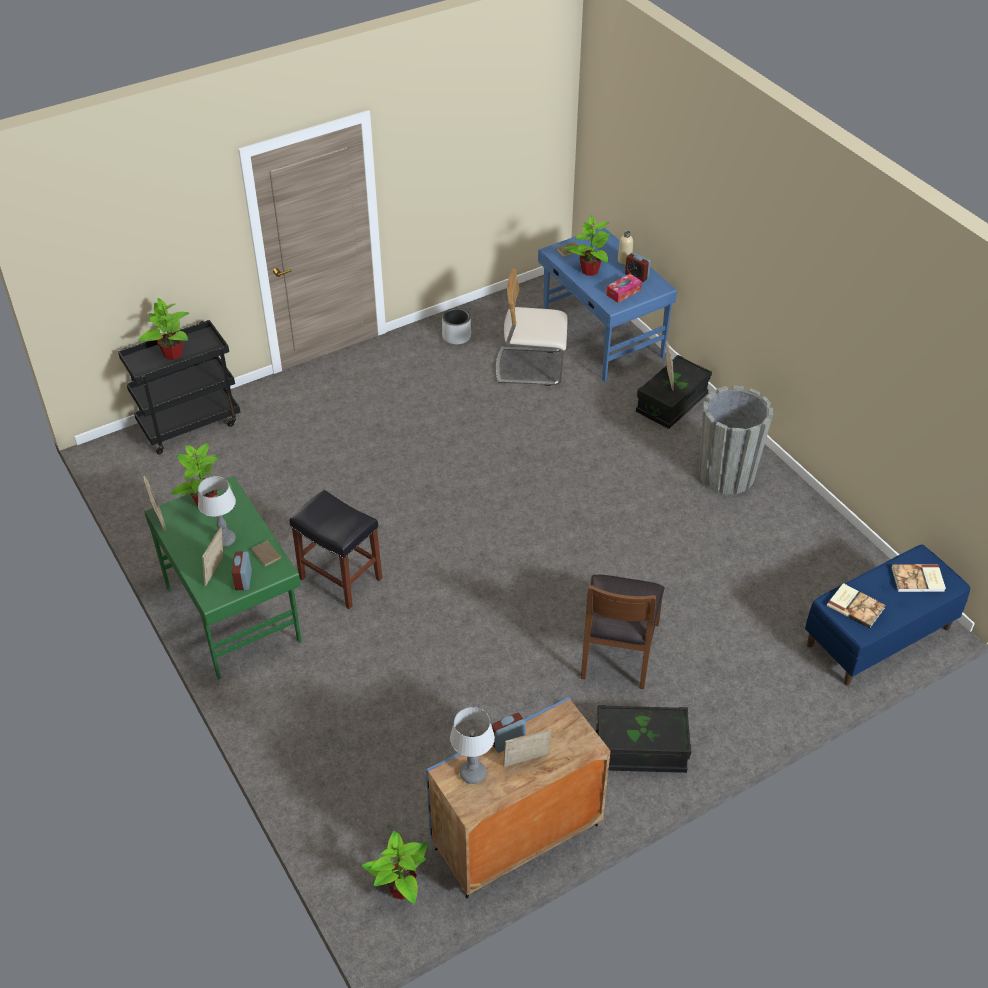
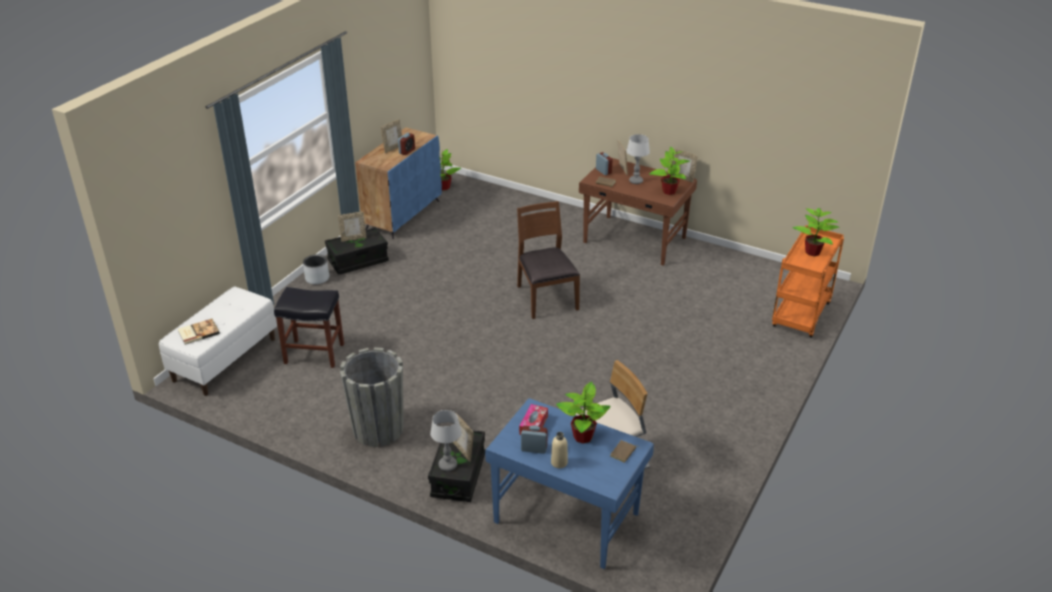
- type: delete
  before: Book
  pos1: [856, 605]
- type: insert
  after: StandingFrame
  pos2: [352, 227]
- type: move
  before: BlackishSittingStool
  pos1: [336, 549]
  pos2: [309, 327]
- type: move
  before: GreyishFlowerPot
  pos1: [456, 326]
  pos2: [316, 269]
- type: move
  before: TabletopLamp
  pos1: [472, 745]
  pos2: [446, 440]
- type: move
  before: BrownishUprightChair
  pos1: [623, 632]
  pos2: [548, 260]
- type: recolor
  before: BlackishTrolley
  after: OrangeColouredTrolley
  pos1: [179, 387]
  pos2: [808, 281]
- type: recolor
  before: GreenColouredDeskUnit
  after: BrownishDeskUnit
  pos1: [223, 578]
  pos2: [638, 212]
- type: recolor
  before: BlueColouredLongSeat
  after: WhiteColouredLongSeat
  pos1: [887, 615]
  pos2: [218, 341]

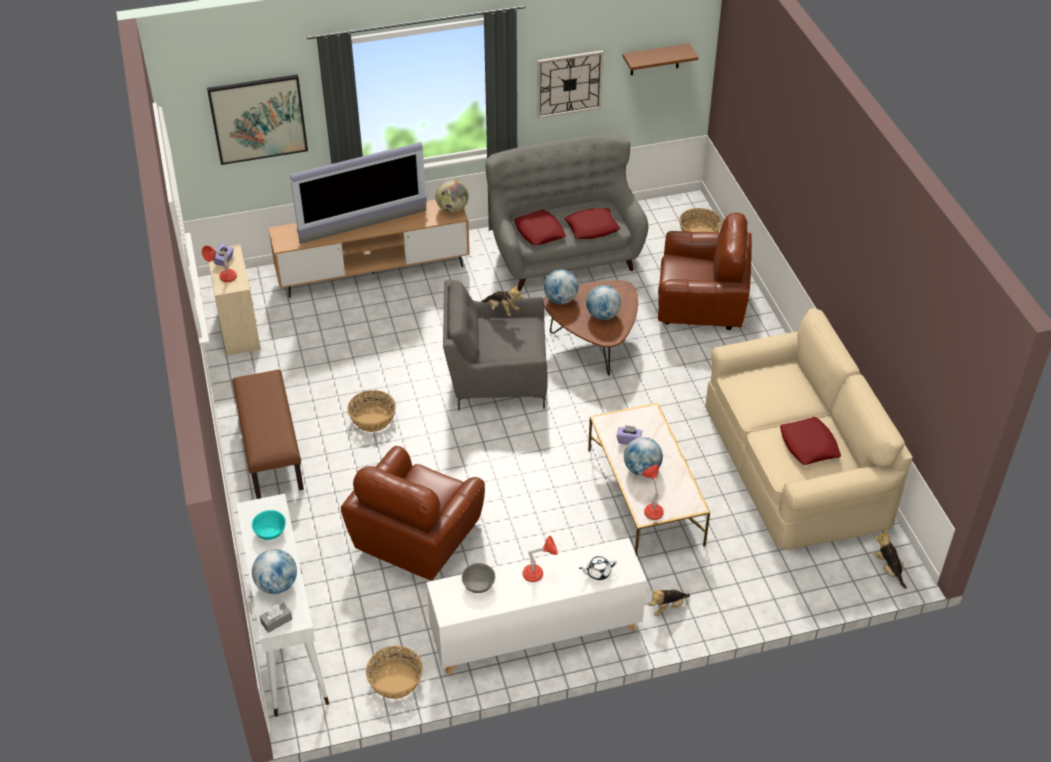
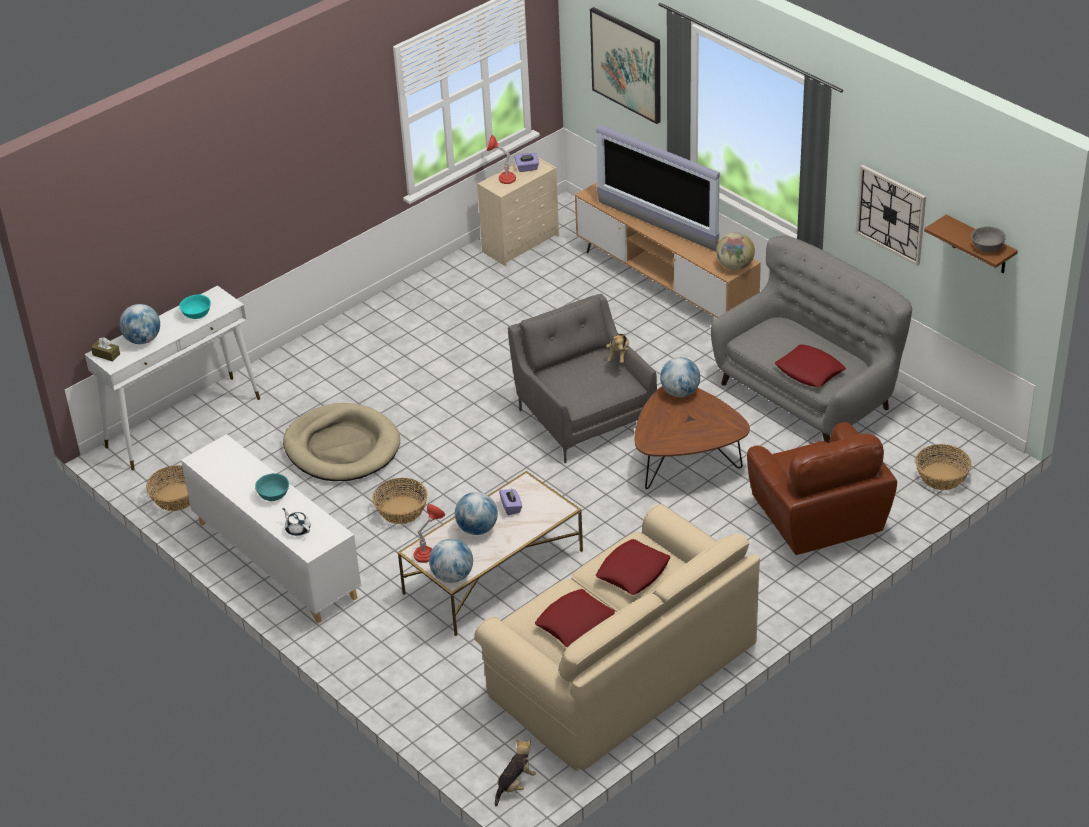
- type: delete
  before: BrownishLongSeat
  pos1: [268, 434]
- type: delete
  before: CuddlyToy
  pos1: [669, 603]
- type: move
  before: Basket
  pos1: [371, 411]
  pos2: [399, 501]
- type: move
  before: GreyishServingBowl
  pos1: [478, 578]
  pos2: [988, 239]
- type: move
  before: ReddishPillow
  pos1: [540, 228]
  pos2: [633, 567]
- type: move
  before: Globe
  pos1: [603, 302]
  pos2: [451, 561]
- type: replace
  before: BrownishArmchair
  after: BeigePetBed
  pos1: [413, 513]
  pos2: [341, 442]
- type: replace
  before: ReddishTabletopLamp
  after: BlueGreenServingBowl
  pos1: [540, 559]
  pos2: [272, 487]
- type: recolor
  before: GreyishTissueHolder
  after: BrownishTissueHolder
  pos1: [276, 618]
  pos2: [105, 349]

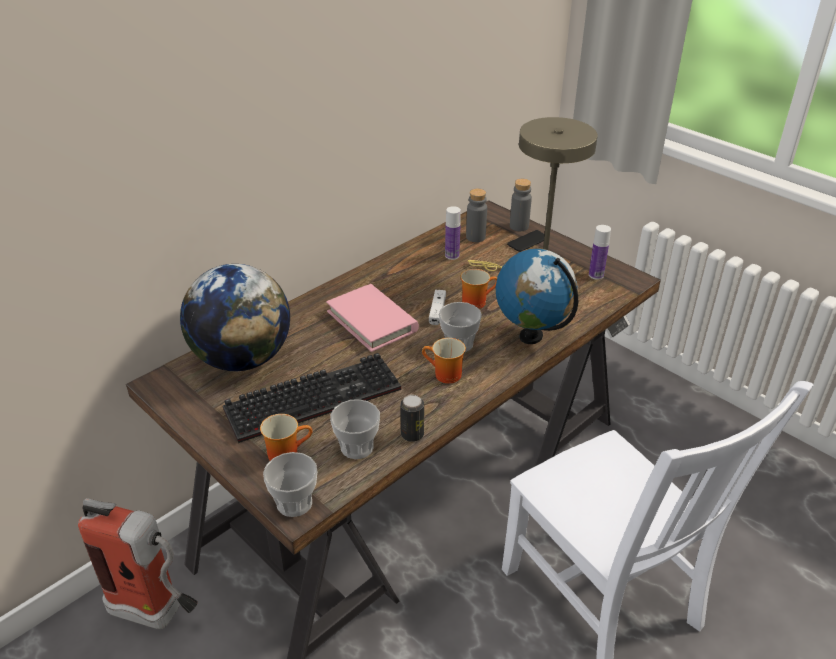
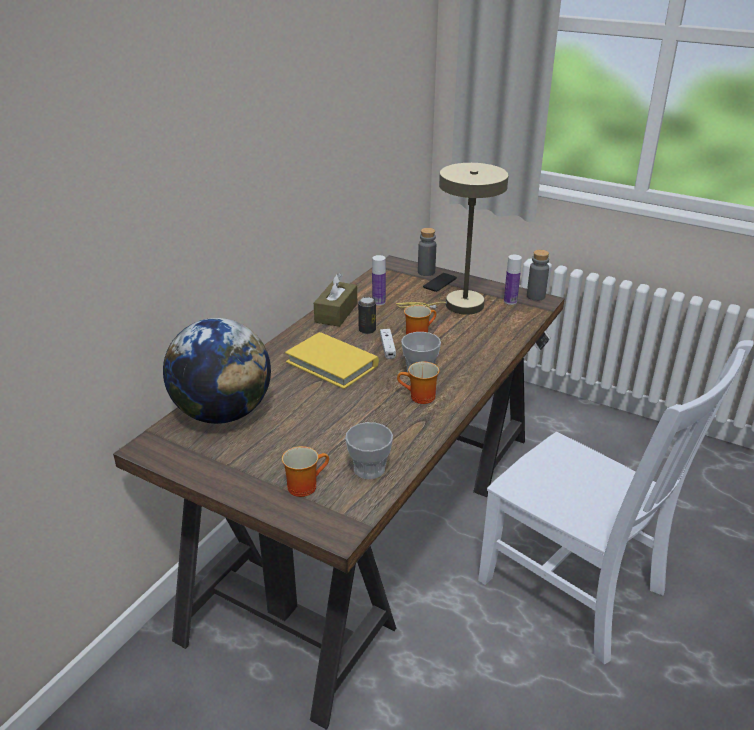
- type: delete
  before: Extinguisher
  pos1: [138, 563]
- type: delete
  before: ComputerKeyboard
  pos1: [312, 398]
- type: delete
  before: Cup
  pos1: [290, 484]
- type: delete
  before: Globe
  pos1: [537, 296]
- type: insert
  after: BrownishTissueHolder
  pos2: [335, 300]
- type: move
  before: Can
  pos1: [412, 418]
  pos2: [367, 315]
- type: move
  before: GreyishDrinkBottle
  pos1: [476, 215]
  pos2: [538, 275]
- type: recolor
  before: PinkishBook
  after: YellowBook
  pos1: [372, 318]
  pos2: [332, 360]

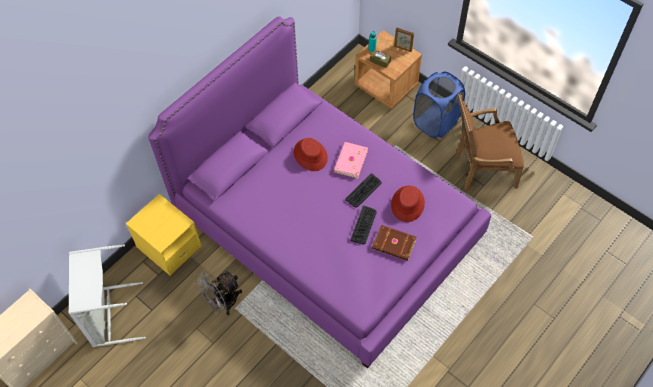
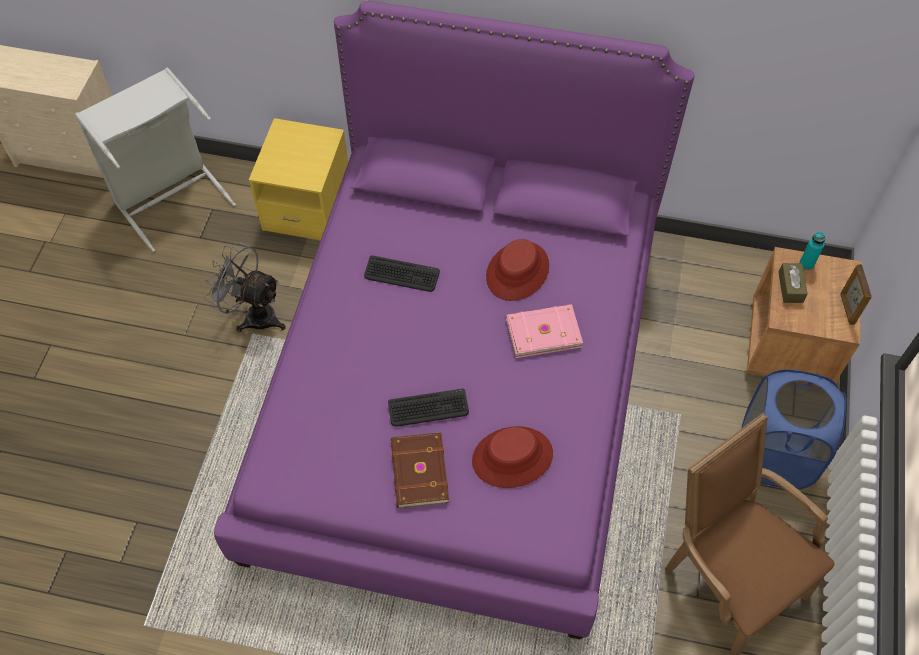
- type: move
  before: ComputerKeyboard
  pos1: [363, 190]
  pos2: [402, 273]

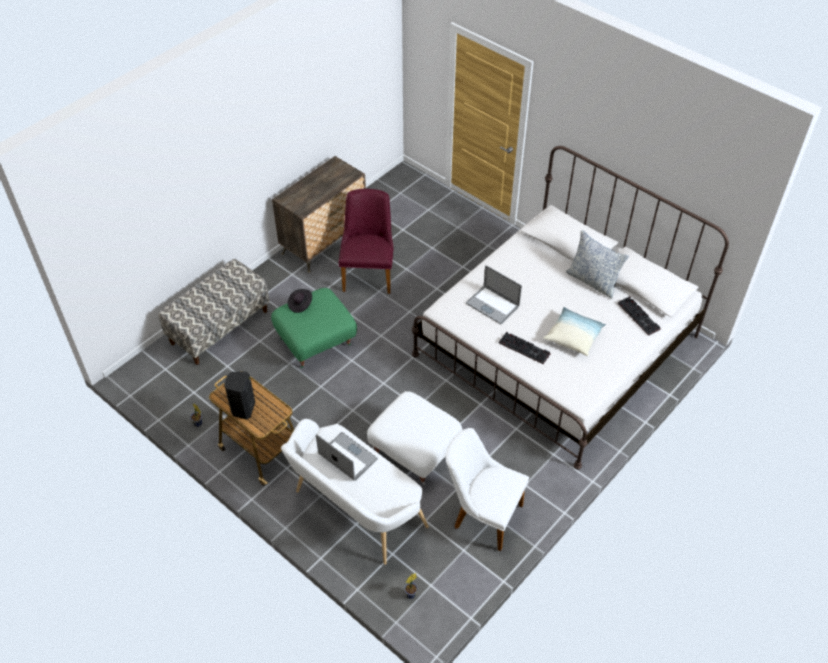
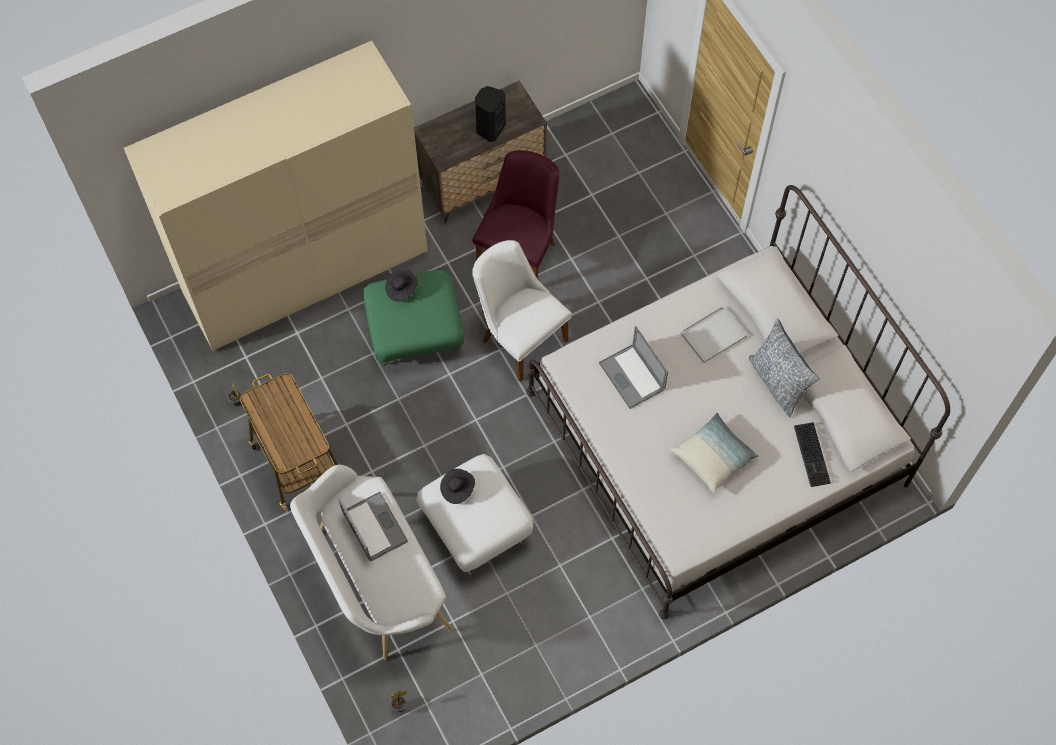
- type: delete
  before: ComputerKeyboard
  pos1: [525, 348]
- type: insert
  after: BlackishClothingHat
  pos2: [457, 486]
- type: insert
  after: WhiteColouredServingTray
  pos2: [713, 334]
- type: move
  before: BlackishLoudspeaker
  pos1: [239, 395]
  pos2: [490, 114]
- type: move
  before: WhiteColouredUprightChair
  pos1: [487, 489]
  pos2: [522, 311]
- type: replace
  before: LongSeat
  after: BeigeWardrobe
  pos1: [213, 312]
  pos2: [276, 196]

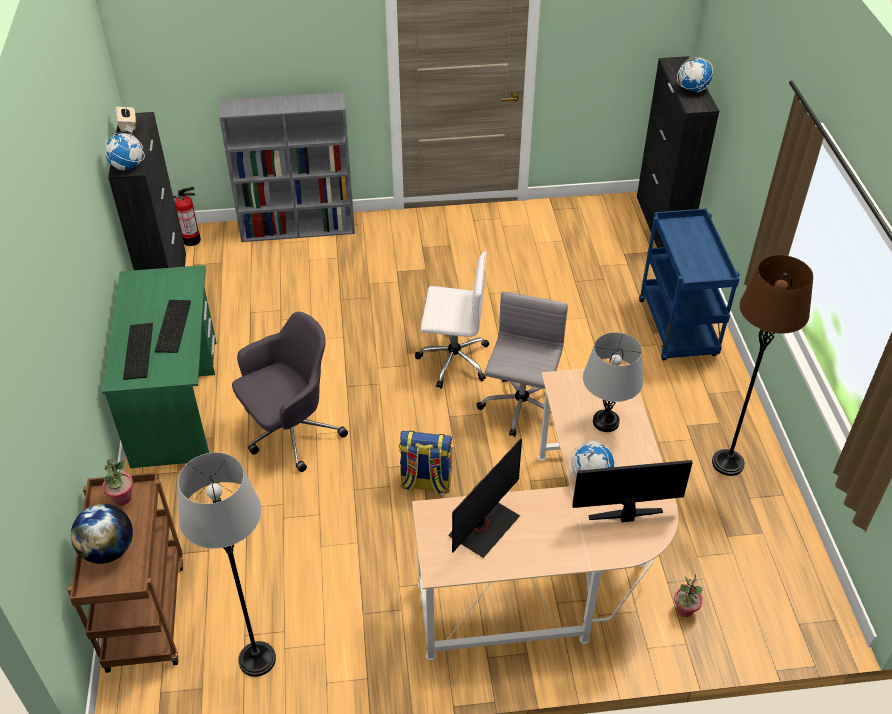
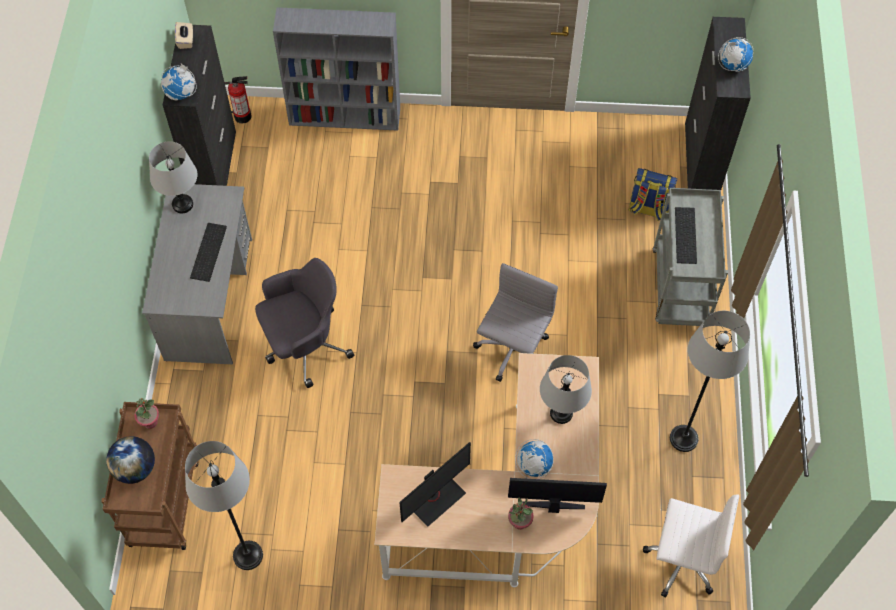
- type: insert
  after: GreyishTabletopLamp
  pos2: [173, 177]
- type: move
  before: ComputerKeyboard
  pos1: [138, 351]
  pos2: [686, 235]
- type: move
  before: Knapsack
  pos1: [425, 463]
  pos2: [653, 194]
- type: move
  before: WhiteColouredDeskChair
  pos1: [452, 320]
  pos2: [691, 546]
- type: move
  before: PottedPlant
  pos1: [688, 595]
  pos2: [521, 513]
- type: recolor
  before: GreenColouredDeskUnit
  after: GreyishDeskUnit
  pos1: [159, 366]
  pos2: [197, 274]
- type: recolor
  before: BlueColouredTrolley
  after: GreyishTrolley
  pos1: [689, 284]
  pos2: [690, 257]
- type: recolor
  before: BrownishStandardLamp
  after: GreyishStandardLamp
  pos1: [762, 365]
  pos2: [710, 381]

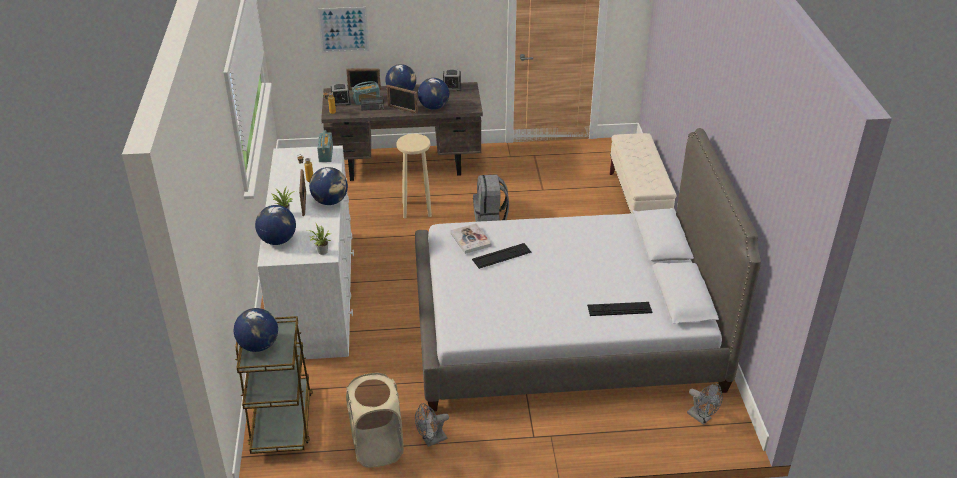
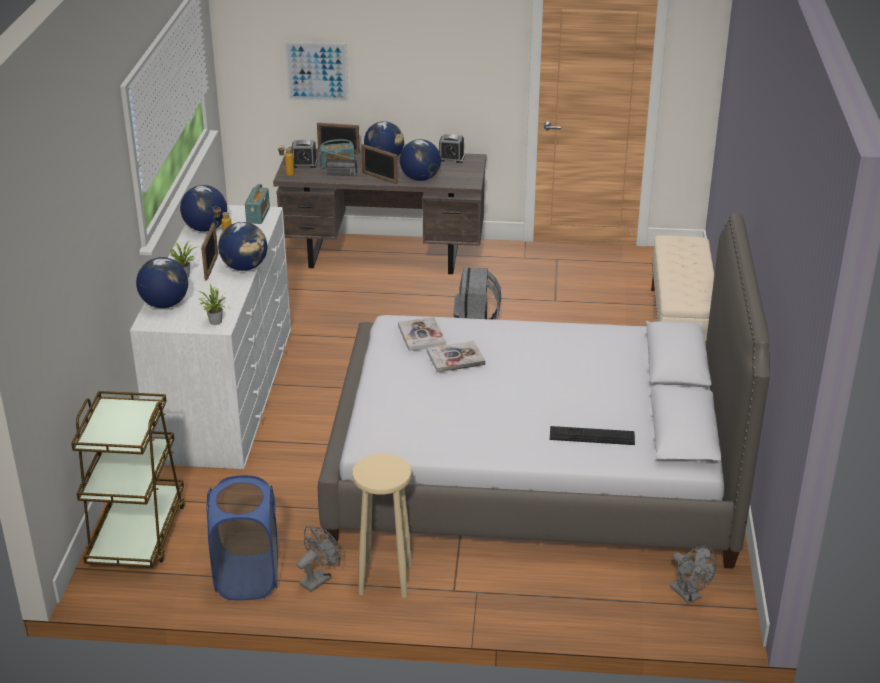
- type: move
  before: Globe
  pos1: [255, 330]
  pos2: [203, 208]
- type: move
  before: BeigeSittingStool
  pos1: [414, 176]
  pos2: [382, 525]
- type: replace
  before: ComputerKeyboard
  after: Book
  pos1: [502, 256]
  pos2: [456, 357]
- type: recolor
  before: BeigeWashingBasket
  after: BlueColouredWashingBasket
  pos1: [375, 420]
  pos2: [242, 537]
- type: rotate
  before: GreyishElectricFan
  pos1: [432, 425]
  pos2: [318, 559]
  turn: 150

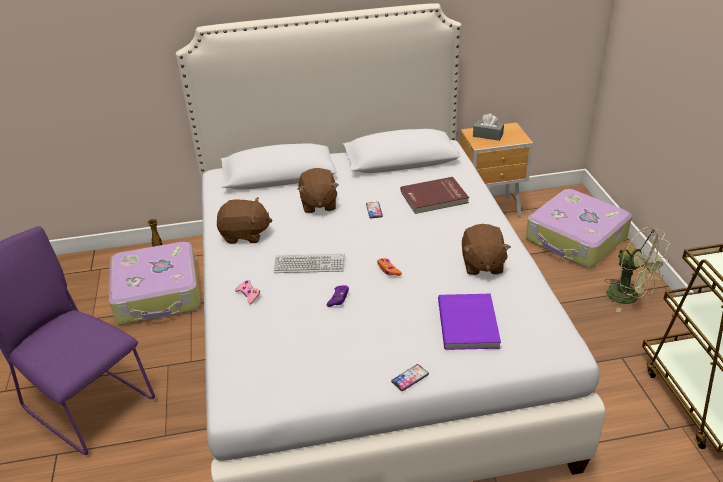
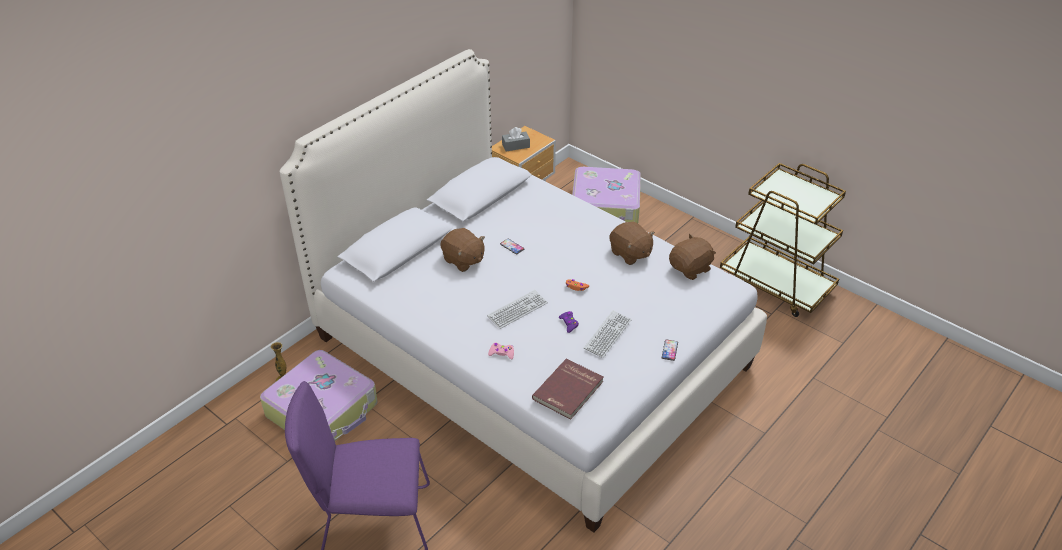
- type: delete
  before: PurpleBook
  pos1: [469, 322]
- type: delete
  before: GreenColouredElectricFan
  pos1: [637, 269]
- type: insert
  after: ComputerKeyboard
  pos2: [607, 334]
- type: move
  before: BrownishCuddlyToy
  pos1: [245, 220]
  pos2: [692, 257]
- type: move
  before: ReddishBook
  pos1: [435, 195]
  pos2: [567, 389]

